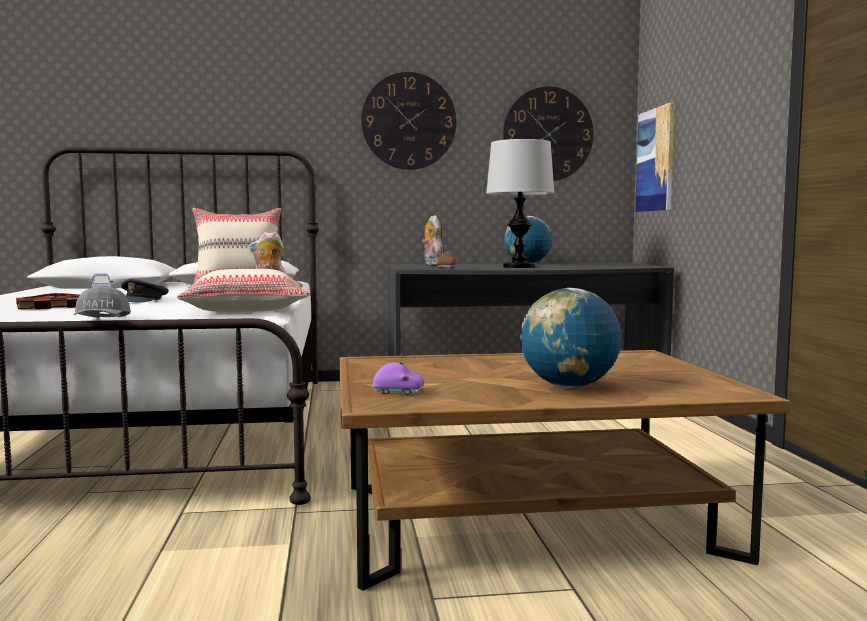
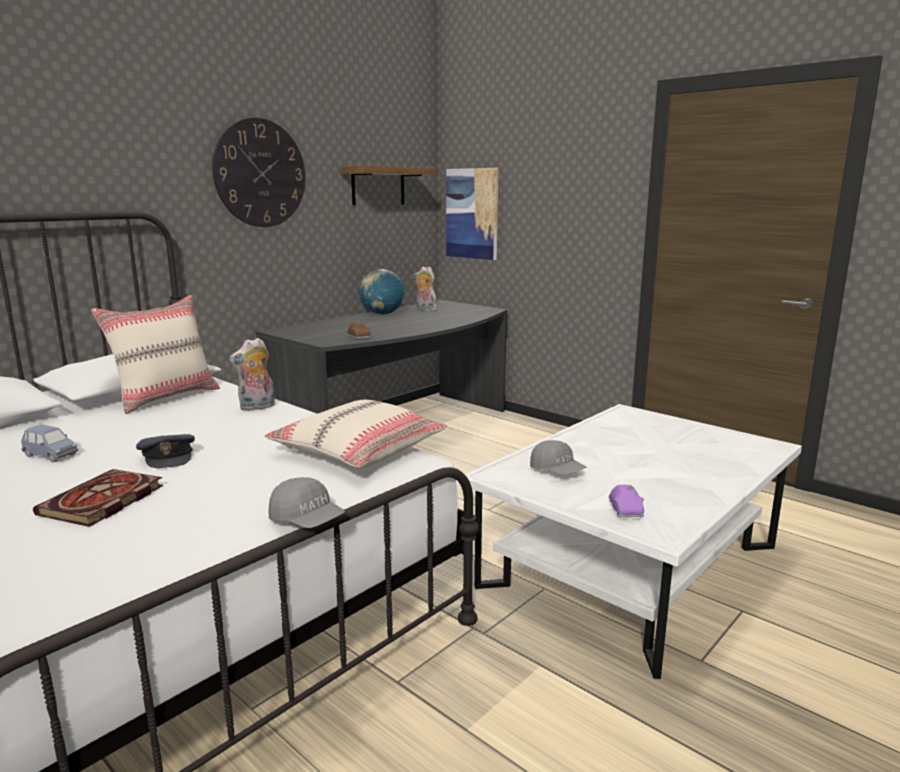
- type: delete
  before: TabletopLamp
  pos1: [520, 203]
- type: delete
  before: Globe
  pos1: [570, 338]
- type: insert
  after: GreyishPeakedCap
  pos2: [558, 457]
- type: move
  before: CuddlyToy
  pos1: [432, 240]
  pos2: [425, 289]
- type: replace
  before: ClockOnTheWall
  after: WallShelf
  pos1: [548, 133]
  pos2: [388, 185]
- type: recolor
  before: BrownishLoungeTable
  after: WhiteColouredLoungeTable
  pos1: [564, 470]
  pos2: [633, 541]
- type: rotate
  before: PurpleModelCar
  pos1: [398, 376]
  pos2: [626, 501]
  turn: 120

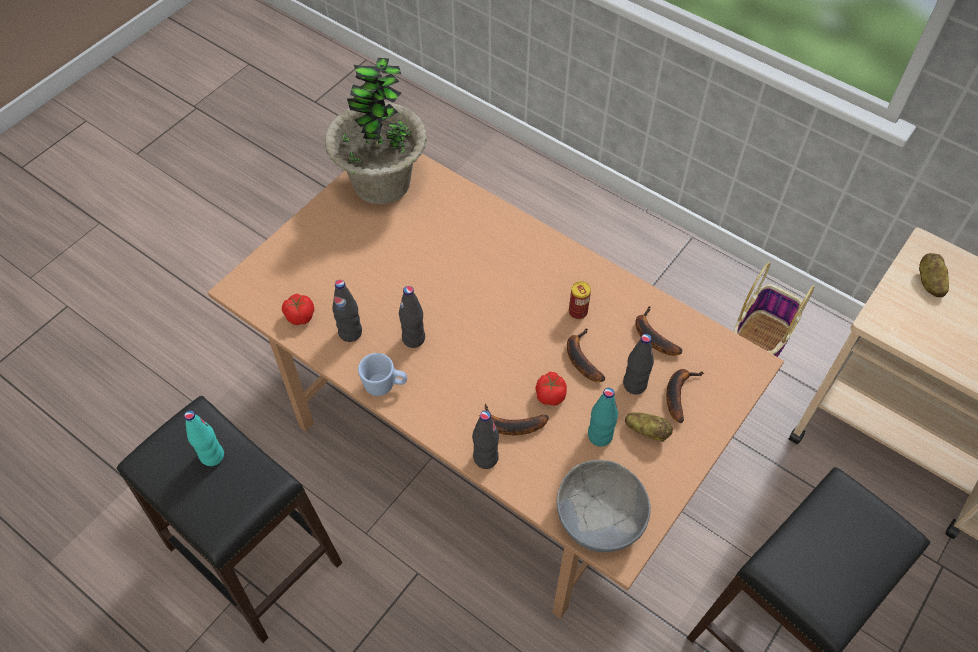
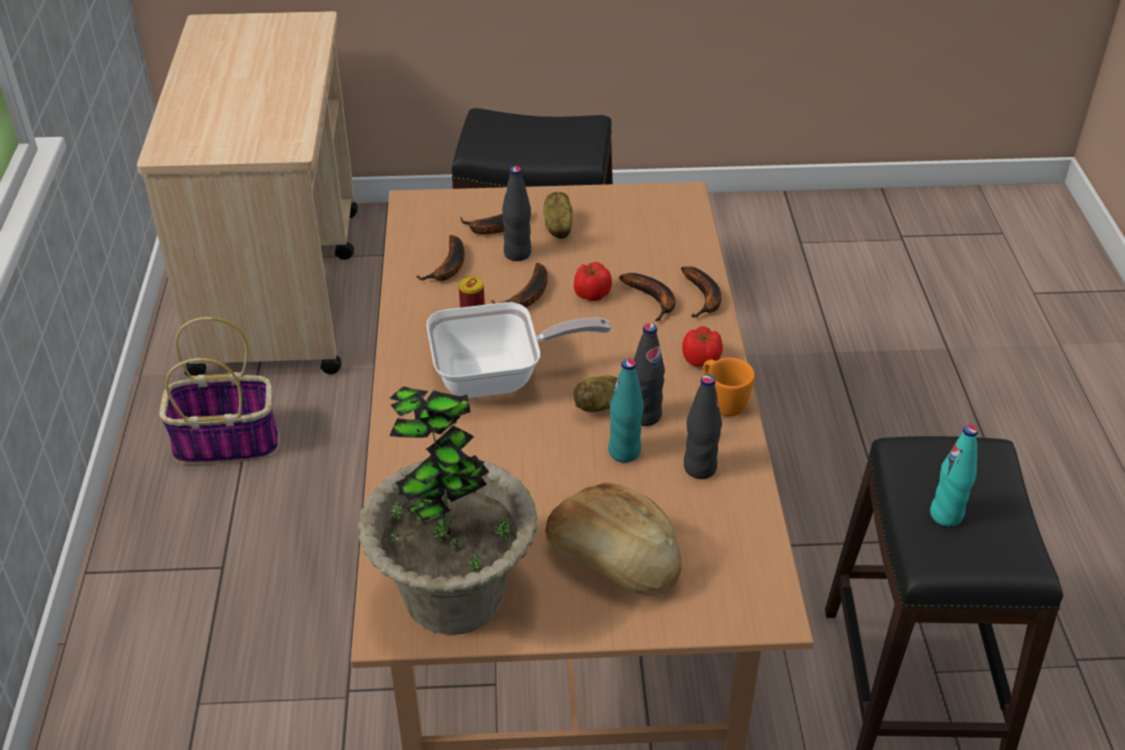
- type: delete
  before: GreyishServingBowl
  pos1: [603, 506]
- type: insert
  after: Pan
  pos2: [518, 350]
- type: insert
  after: Bread
  pos2: [613, 539]
- type: move
  before: Tomato
  pos1: [298, 309]
  pos2: [702, 346]
- type: move
  before: BlueGreenDrinkBottle
  pos1: [603, 417]
  pos2: [626, 411]
- type: move
  before: Spud
  pos1: [934, 275]
  pos2: [595, 393]
- type: replace
  before: BlackishDrinkBottle
  after: WholeBanana
  pos1: [485, 440]
  pos2: [701, 292]
- type: recolor
  before: BlueColouredTeaMug
  after: OrangeColouredTeaMug
  pos1: [382, 374]
  pos2: [729, 387]

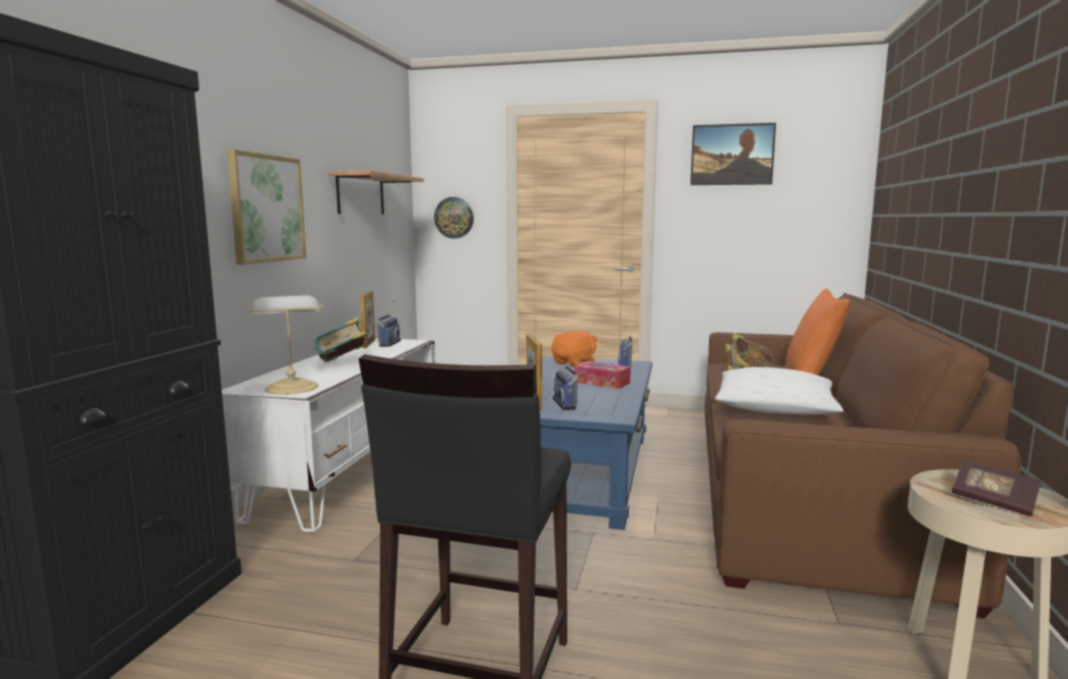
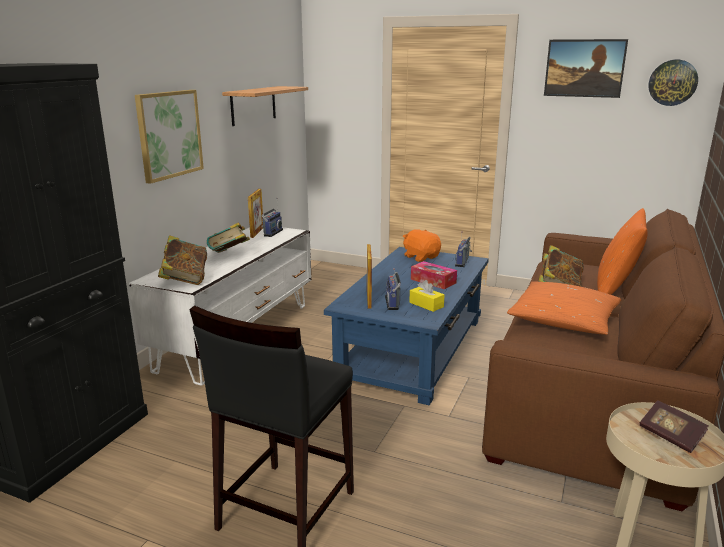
- type: insert
  after: YellowTissueHolder
  pos2: [426, 296]
- type: move
  before: ClockOnTheWall
  pos1: [454, 217]
  pos2: [673, 83]
- type: replace
  before: TabletopLamp
  after: Book
  pos1: [286, 345]
  pos2: [182, 260]
- type: recolor
  before: WhiteColouredPillow
  after: OrangeColouredPillow
  pos1: [779, 391]
  pos2: [564, 308]
- type: rotate
  before: OrangeColouredCuddlyToy
  pos1: [575, 348]
  pos2: [422, 245]
  turn: -90

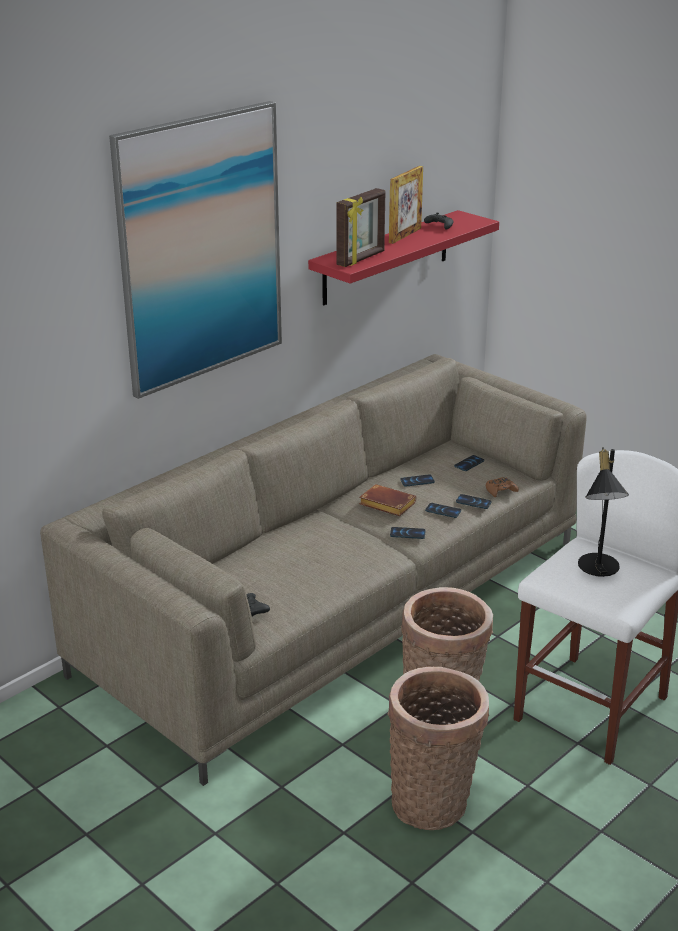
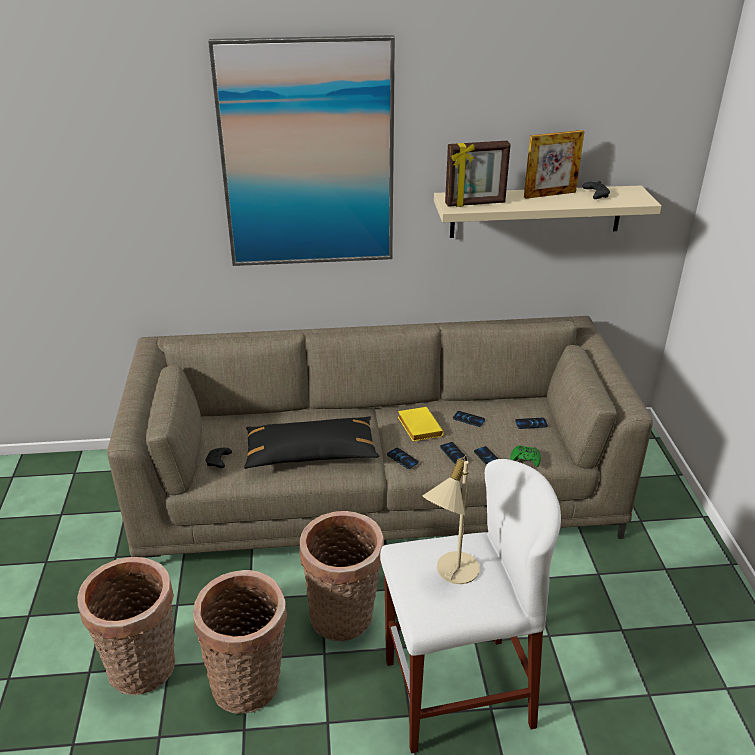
- type: insert
  after: Basket
  pos2: [126, 626]
- type: insert
  after: BlackishPillow
  pos2: [312, 442]
- type: recolor
  before: ReddishWallShelf
  after: BeigeWallShelf
  pos1: [403, 257]
  pos2: [548, 211]
- type: recolor
  before: BrownishBook
  after: YellowBook
  pos1: [388, 500]
  pos2: [421, 424]
- type: recolor
  before: BrownishJoypad
  after: GreenColouredJoypad
  pos1: [502, 487]
  pos2: [525, 456]
- type: recolor
  before: BlackishTabletopLamp
  after: BeigeTabletopLamp
  pos1: [603, 512]
  pos2: [451, 519]

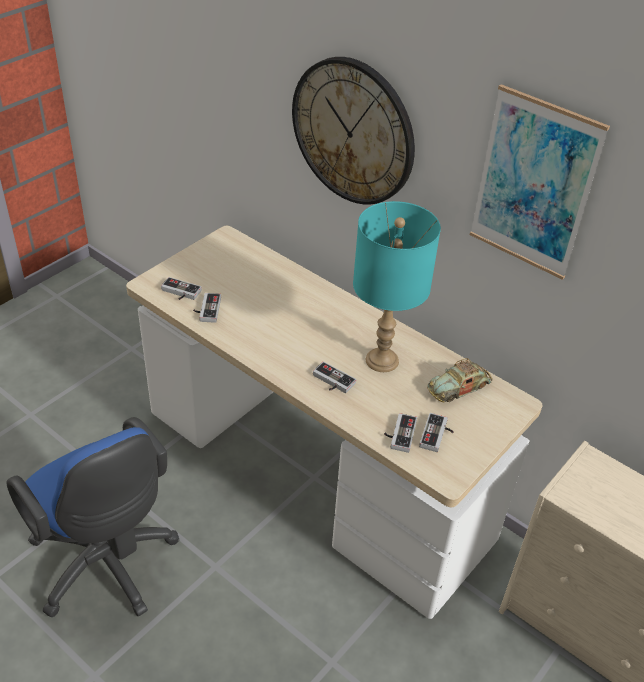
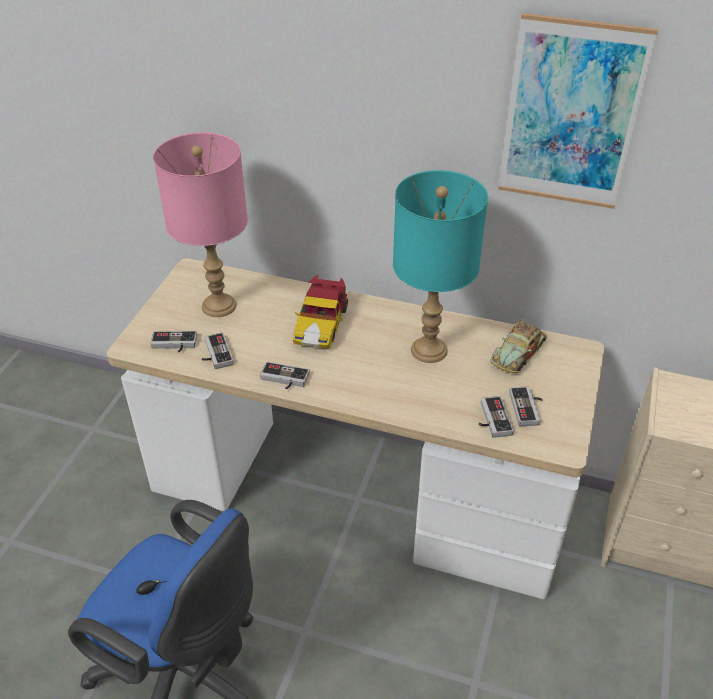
- type: delete
  before: ClockOnTheWall
  pos1: [353, 130]
- type: insert
  after: PinkishTabletopLamp
  pos2: [200, 224]
- type: insert
  after: ModelCar
  pos2: [320, 311]
- type: move
  before: Joypad
  pos1: [334, 377]
  pos2: [285, 375]

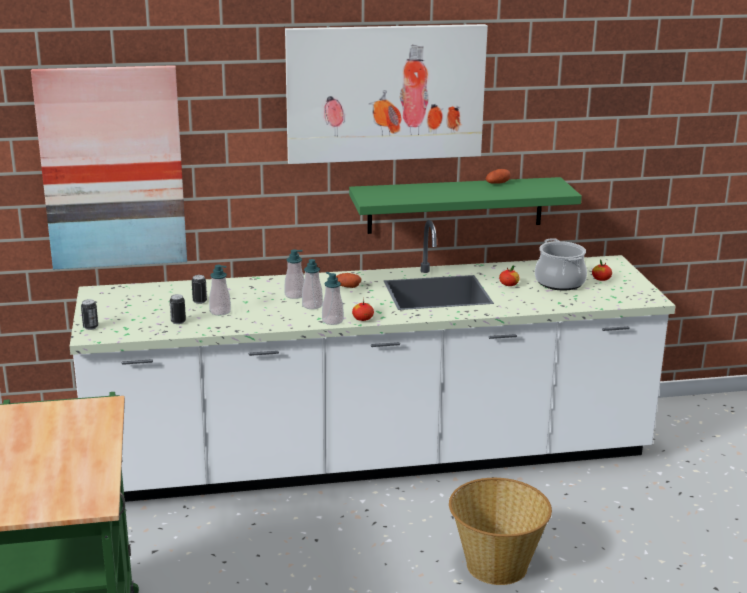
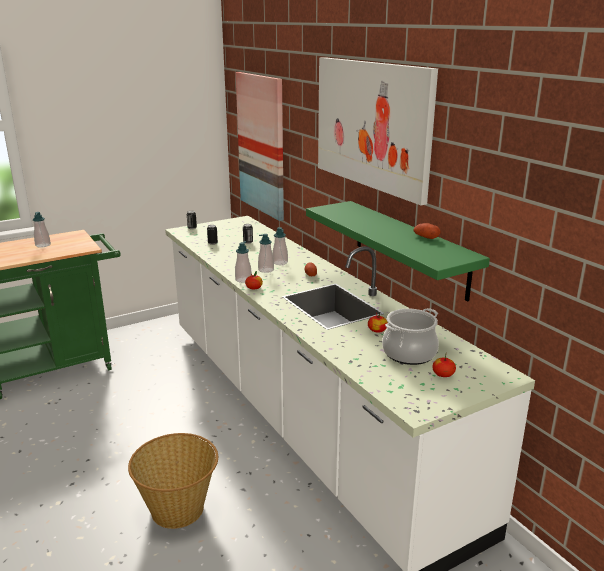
- type: move
  before: LiquidSoapBottle
  pos1: [220, 290]
  pos2: [42, 230]

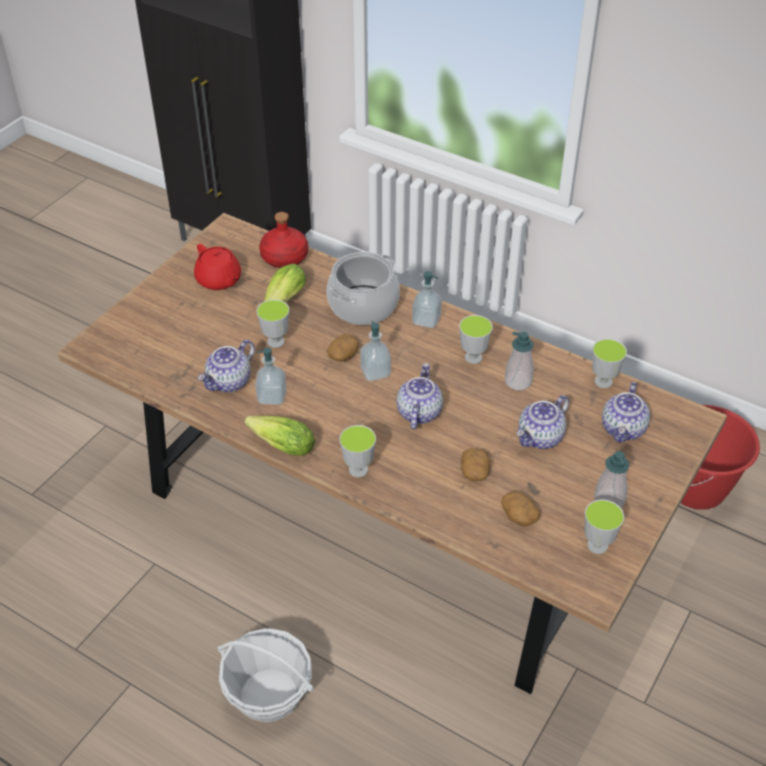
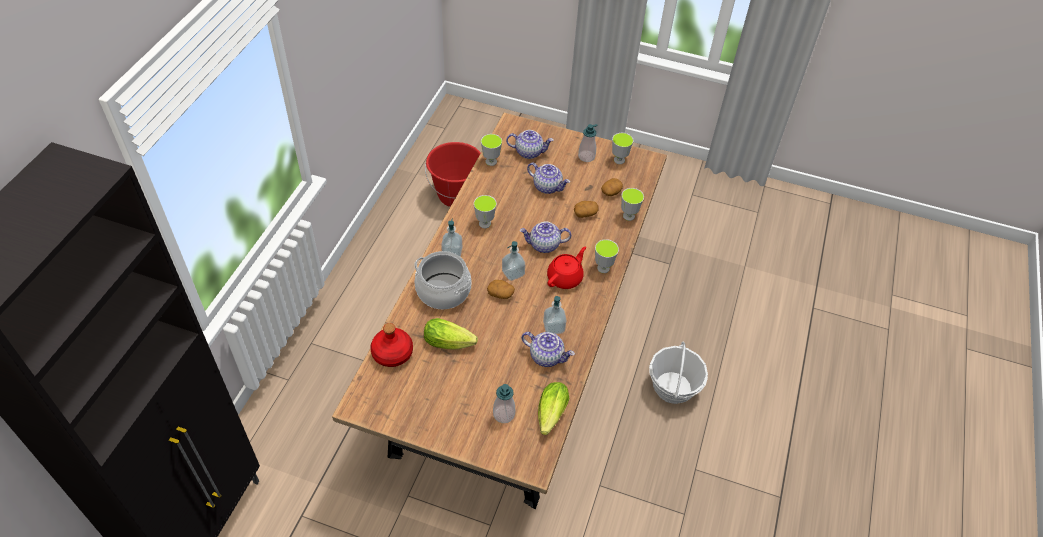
- type: move
  before: ReddishPotForTea
  pos1: [217, 267]
  pos2: [566, 267]
- type: move
  before: LettuceHead
  pos1: [280, 436]
  pos2: [553, 408]
- type: move
  before: Cup
  pos1: [273, 323]
  pos2: [632, 204]
- type: move
  before: LiquidSoapBottle
  pos1: [519, 360]
  pos2: [504, 403]

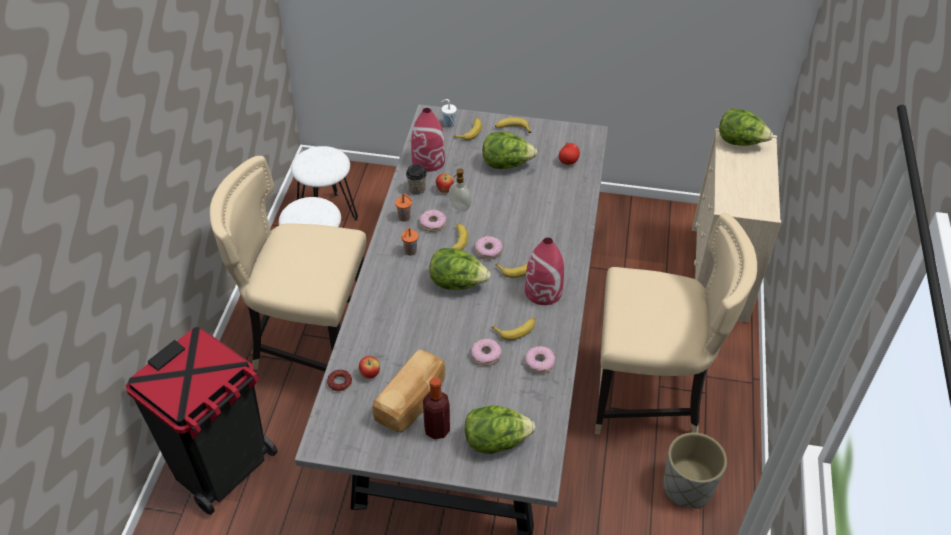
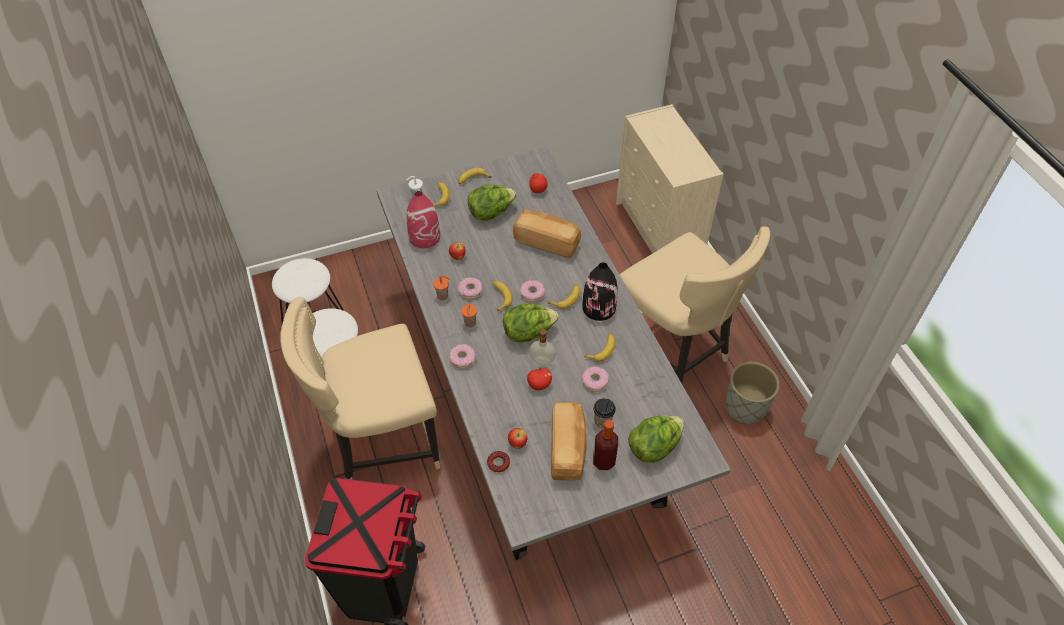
- type: delete
  before: LettuceHead
  pos1: [746, 127]
- type: insert
  after: Bread
  pos2: [547, 234]
- type: insert
  after: AppleFruit
  pos2: [539, 378]
- type: move
  before: Cup
  pos1: [416, 179]
  pos2: [604, 413]
- type: move
  before: LiquidSoapBottle
  pos1: [460, 190]
  pos2: [542, 347]
- type: move
  before: Donut
  pos1: [540, 359]
  pos2: [462, 356]
- type: recolor
  before: ReddishFlowerVase
  after: BlackishFlowerVase
  pos1: [544, 271]
  pos2: [600, 291]
- type: rotate
  before: BeigeUprightChair
  pos1: [676, 324]
  pos2: [694, 305]
  turn: 75

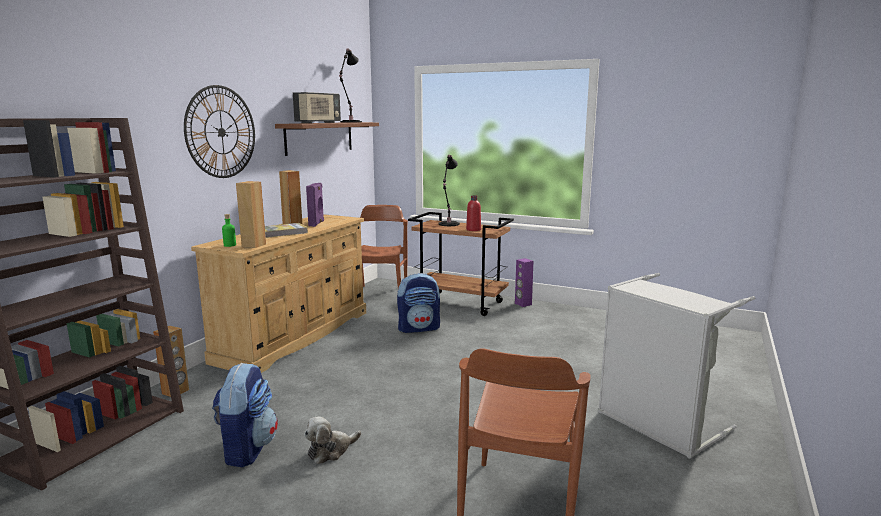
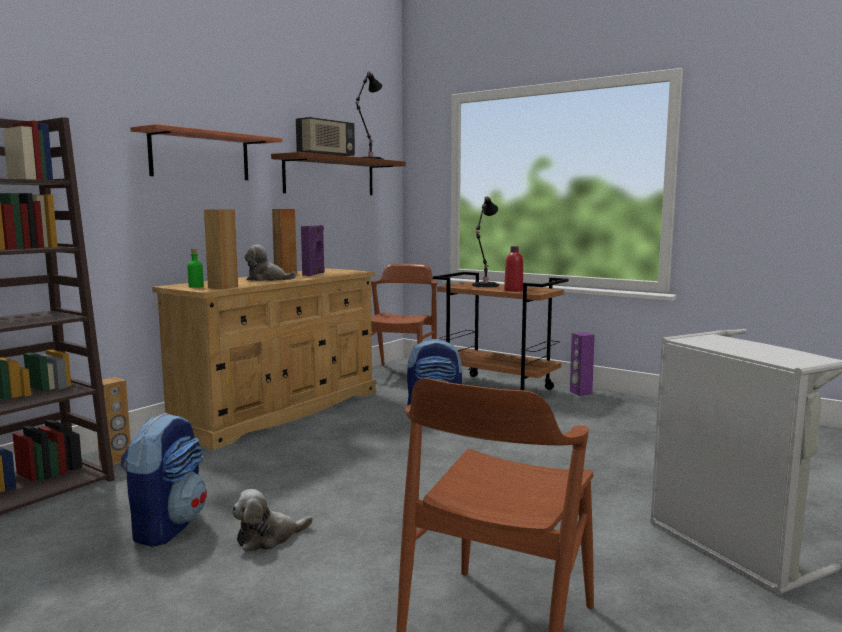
- type: replace
  before: ClockOnTheWall
  after: WallShelf
  pos1: [219, 131]
  pos2: [206, 152]
- type: replace
  before: Book
  after: CuddlyToy
  pos1: [286, 230]
  pos2: [270, 263]

